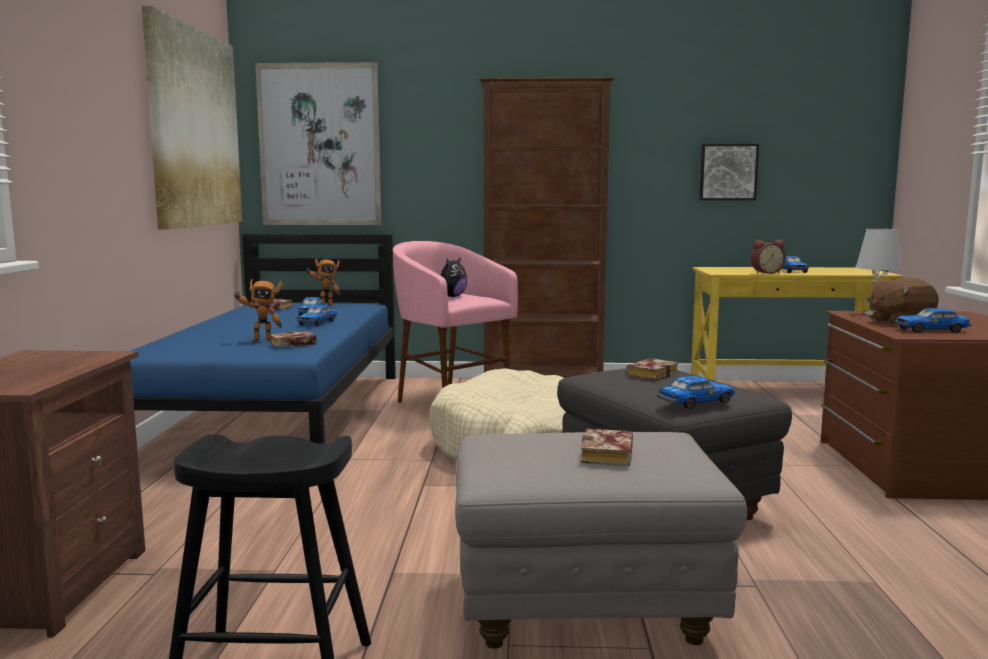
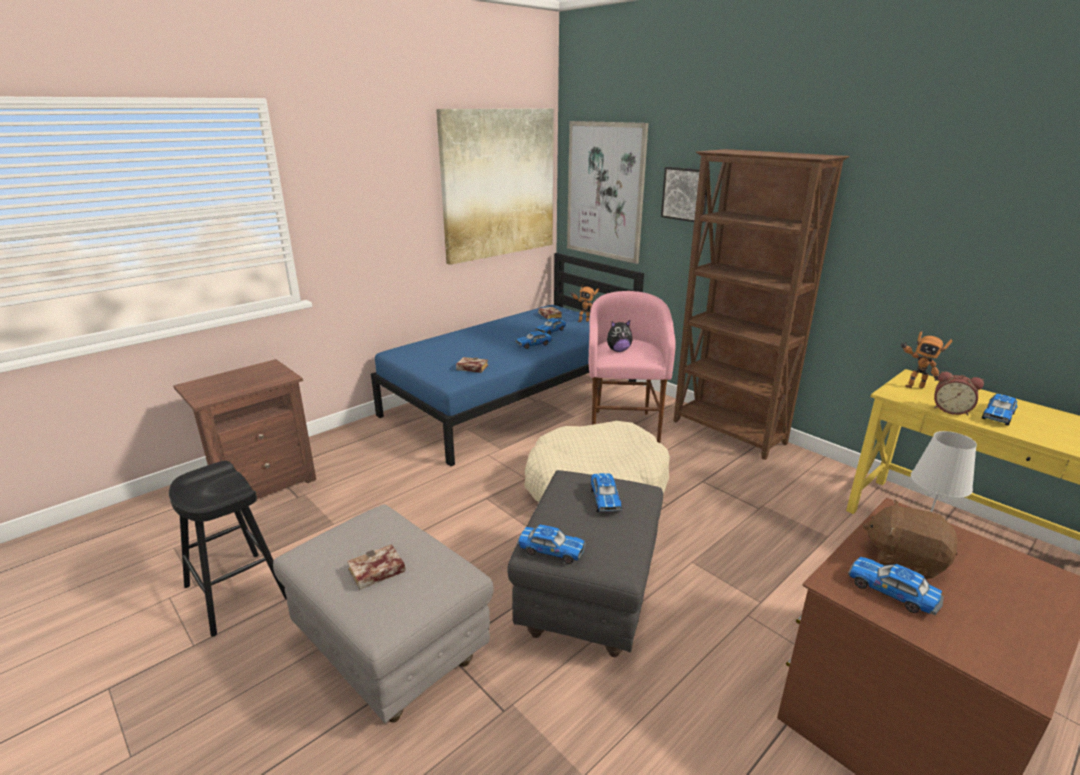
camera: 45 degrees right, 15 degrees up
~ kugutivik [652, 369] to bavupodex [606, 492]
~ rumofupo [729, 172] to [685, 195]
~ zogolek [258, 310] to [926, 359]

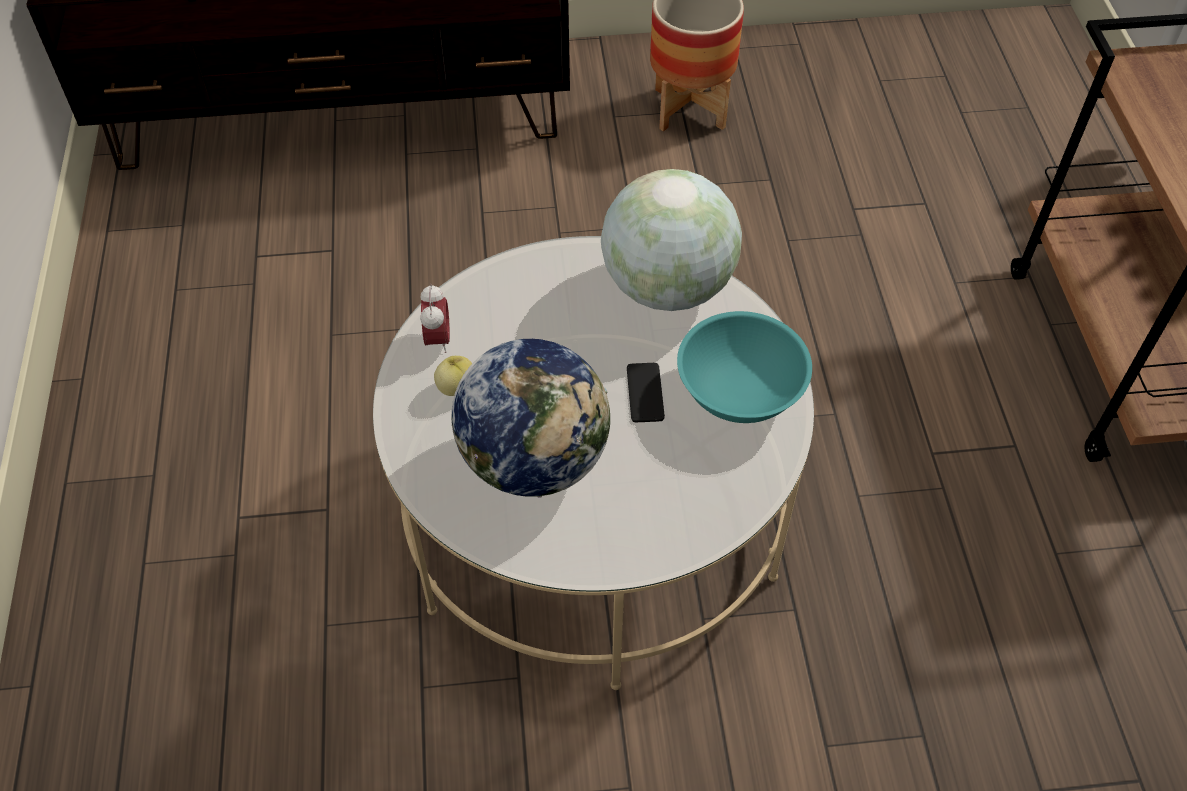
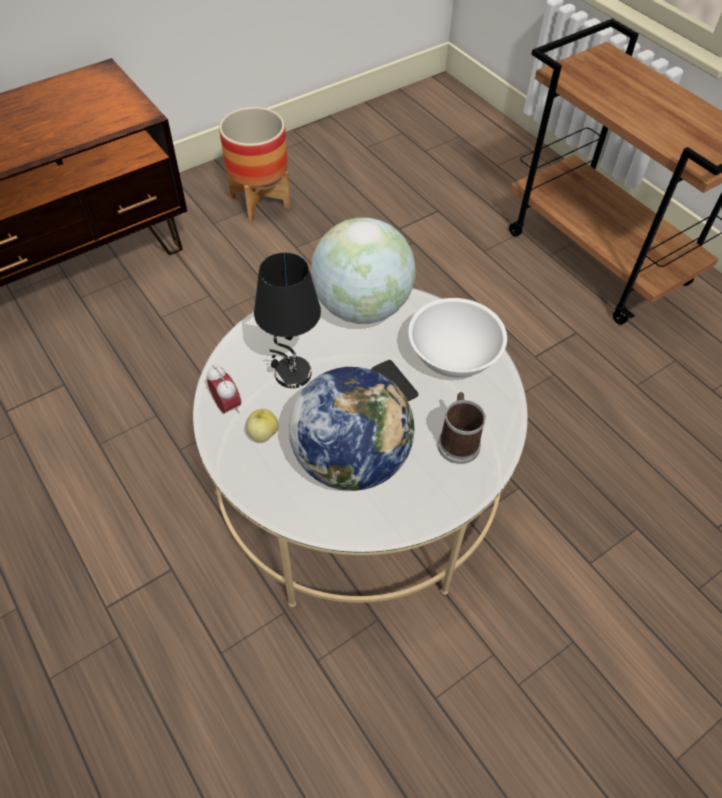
camera: 30 degrees left, 0 degrees up
+ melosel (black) [287, 320]
~ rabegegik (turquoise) [744, 367] to rabegegik (white) [457, 338]
+ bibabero [462, 428]

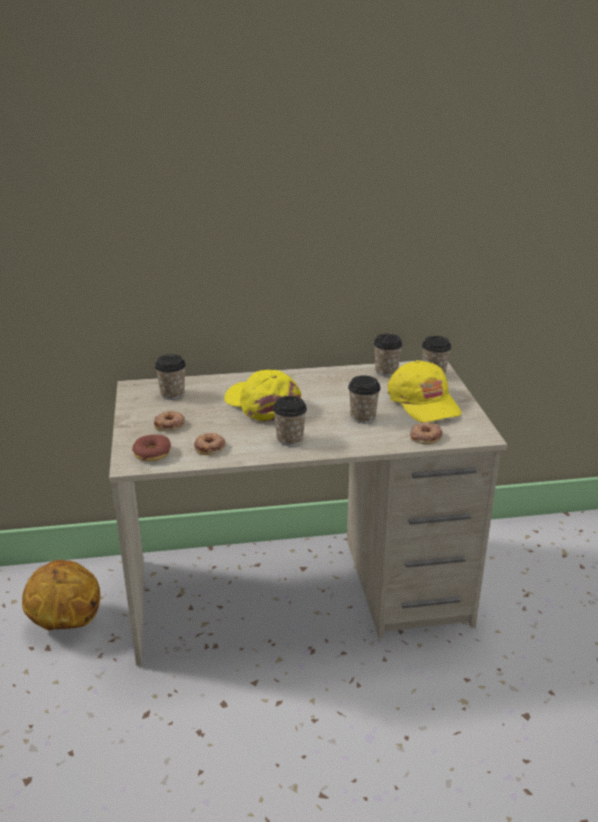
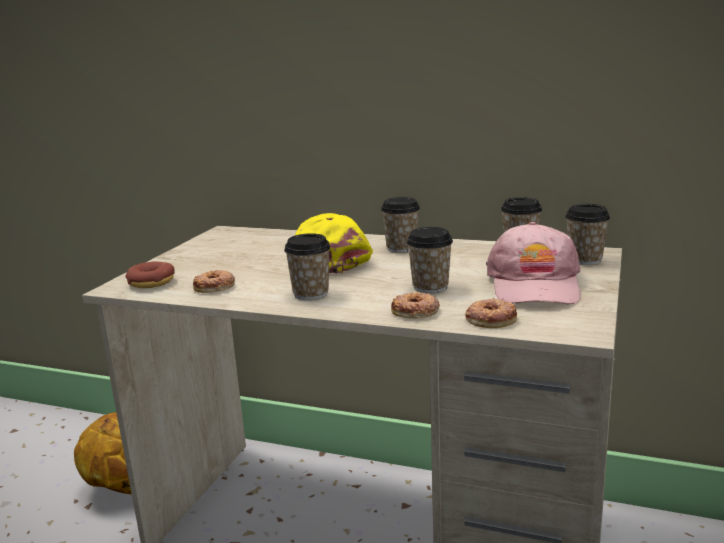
camera: 30 degrees right, 10 degrees down
~ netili [170, 377] to [400, 225]
~ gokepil [169, 421] to [415, 305]
~ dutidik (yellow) [424, 391] to dutidik (pink) [533, 263]

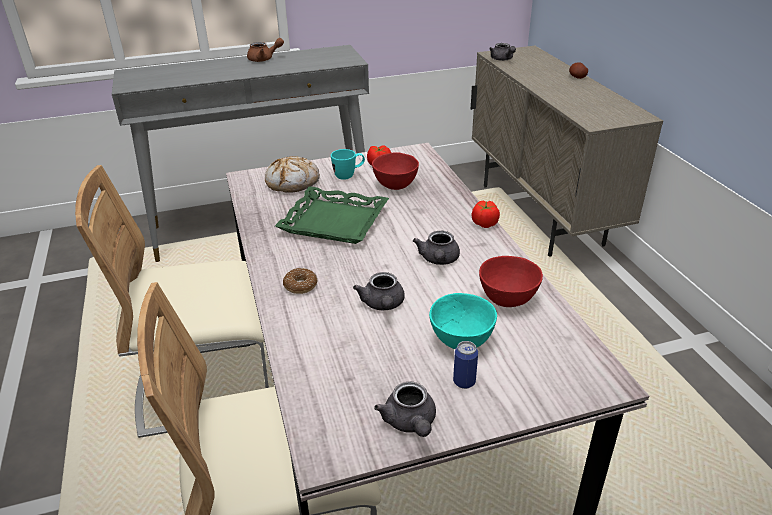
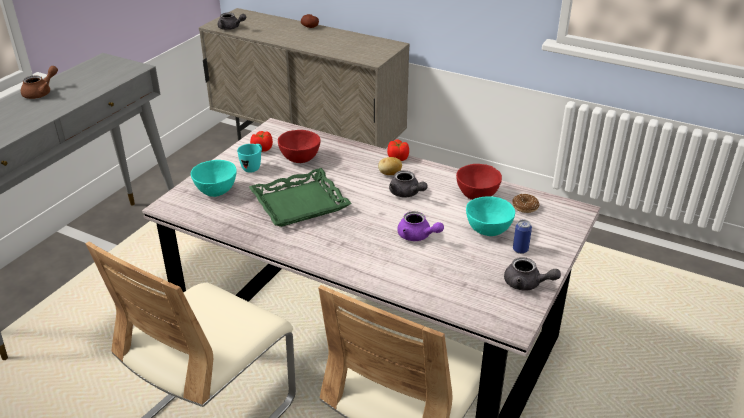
camera: 45 degrees left, 0 degrees up
~ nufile [292, 174] to rabegegik (turquoise) [214, 178]
+ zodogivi [390, 166]
~ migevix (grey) [379, 291] to migevix (purple) [420, 226]
~ gokepil [300, 281] to [525, 203]

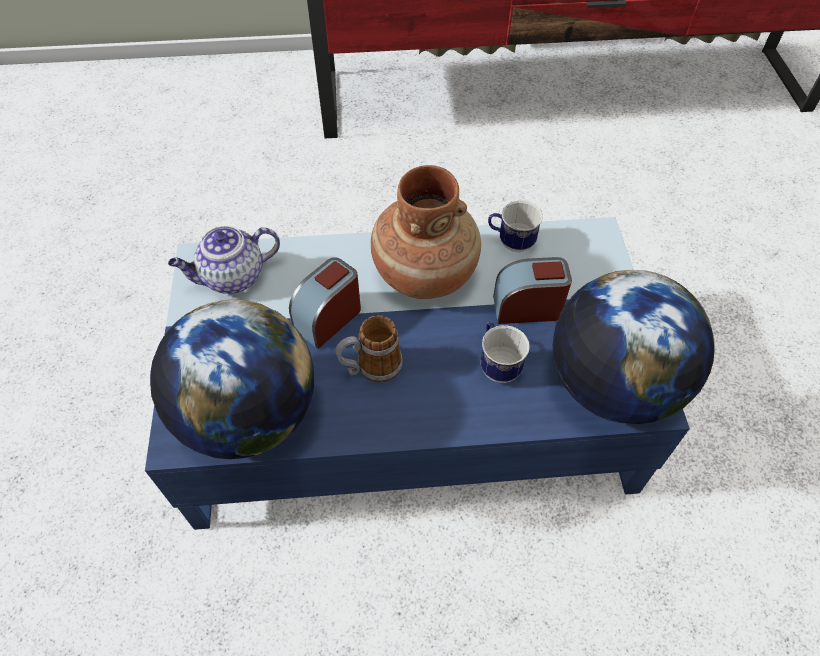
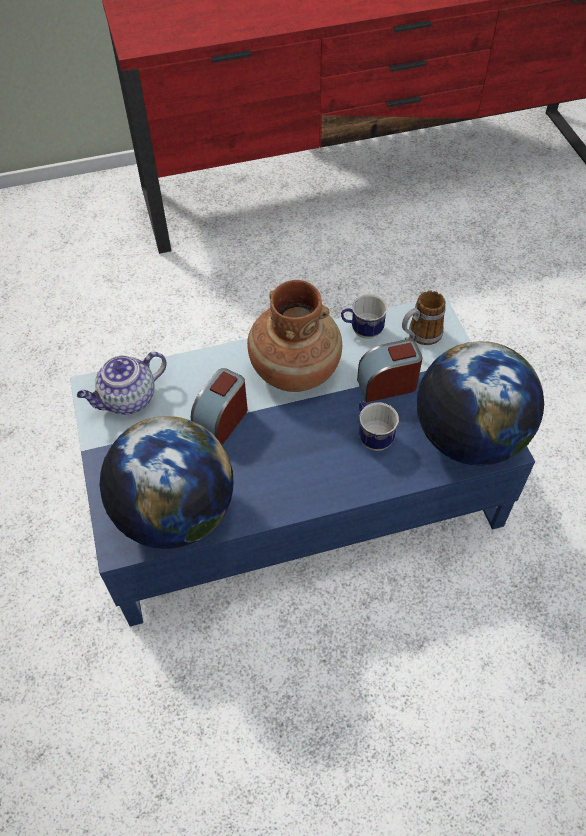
camera: 10 degrees left, 0 degrees up
~ bibabero [369, 349] to [424, 318]

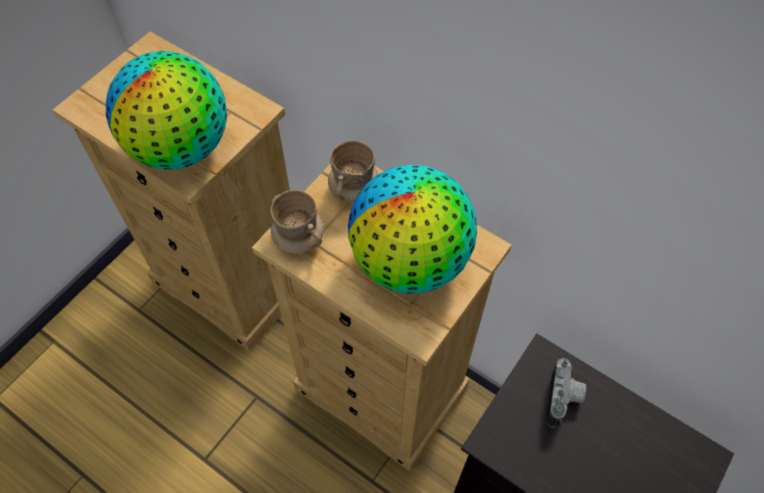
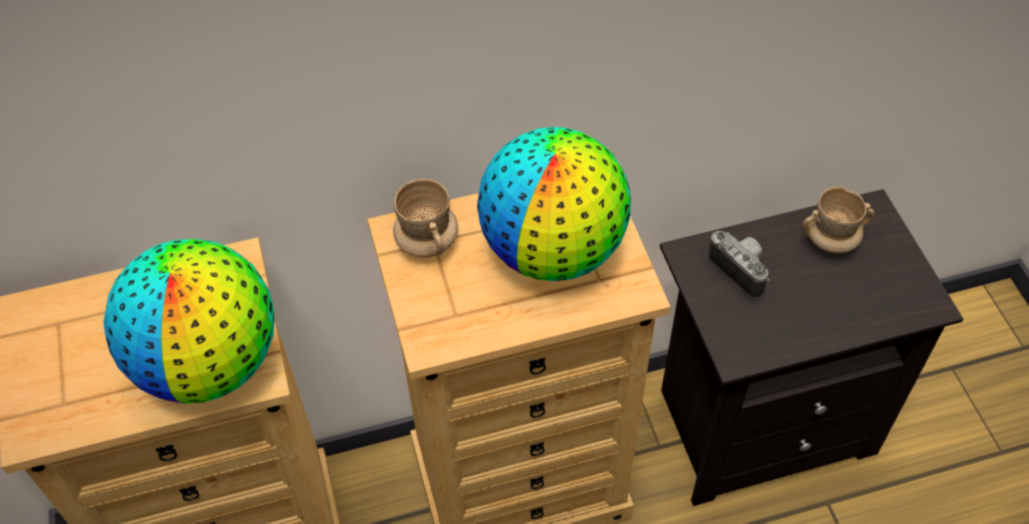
camera: 50 degrees left, 5 degrees down
~ bibabero (beige) [297, 222] to [838, 220]

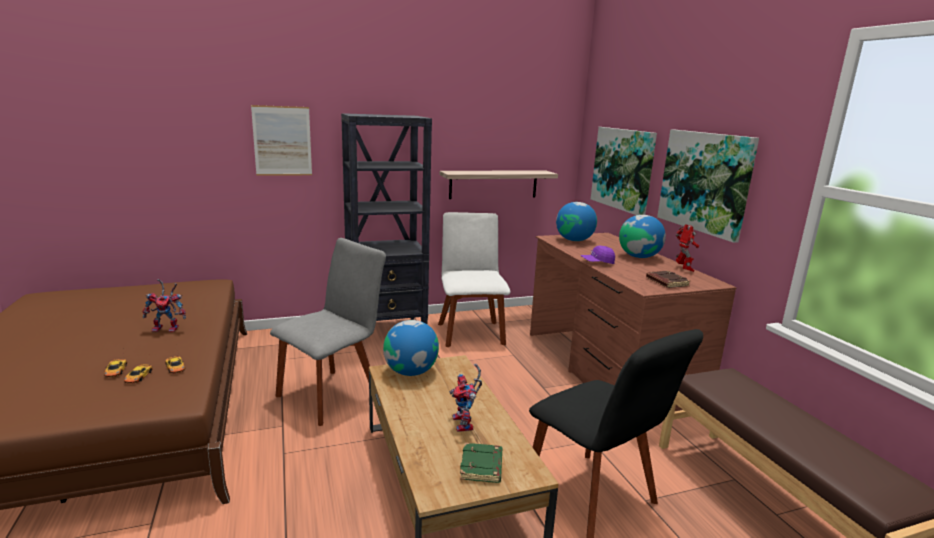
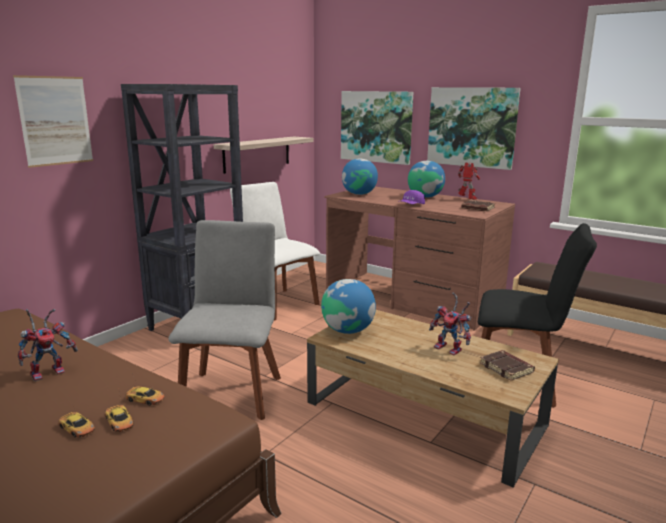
camera: 35 degrees left, 0 degrees up
~ kugutivik (green) [481, 463] to kugutivik (brown) [507, 365]

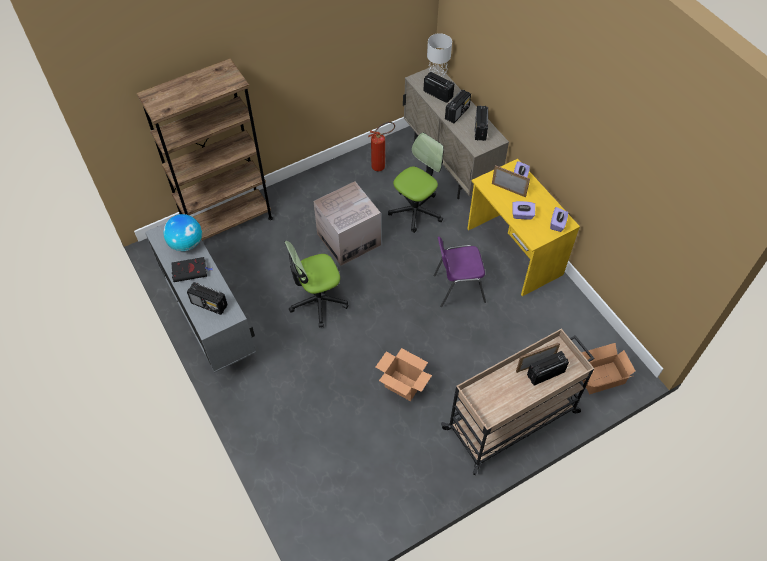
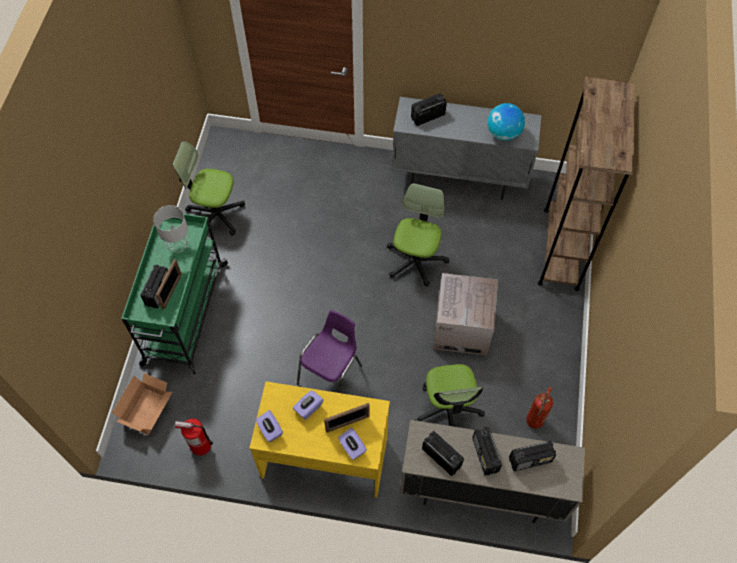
camera: 130 degrees right, 5 degrees up
~ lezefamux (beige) [517, 401] to lezefamux (green) [174, 294]
~ melosel (grey) [439, 55] to [171, 228]
+ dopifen [209, 188]
+ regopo [194, 437]
- kugutivik (black) [192, 269]
- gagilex [404, 374]

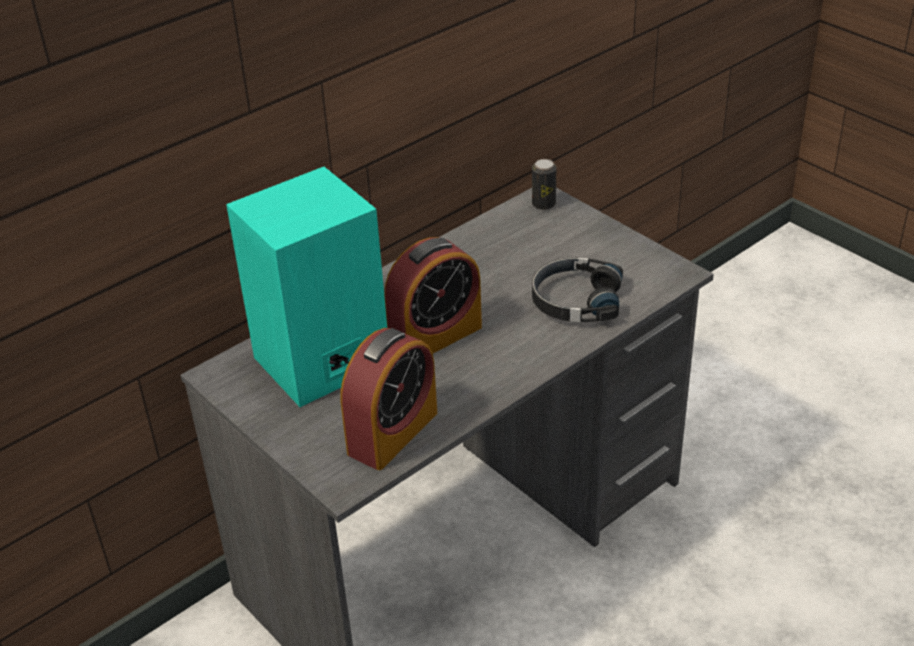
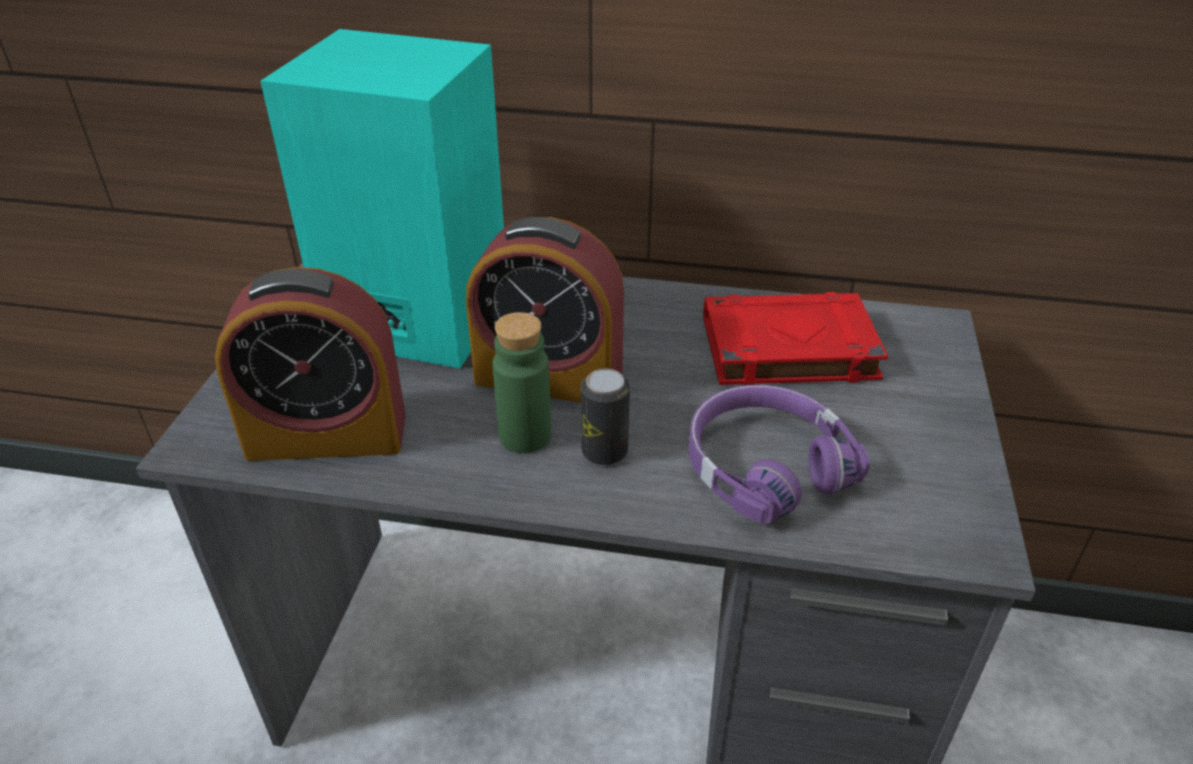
camera: 50 degrees right, 0 degrees up
+ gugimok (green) [522, 382]
~ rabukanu [544, 184] to [605, 417]
~ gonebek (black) [577, 290] to gonebek (purple) [779, 454]
+ kugutivik (red) [795, 338]

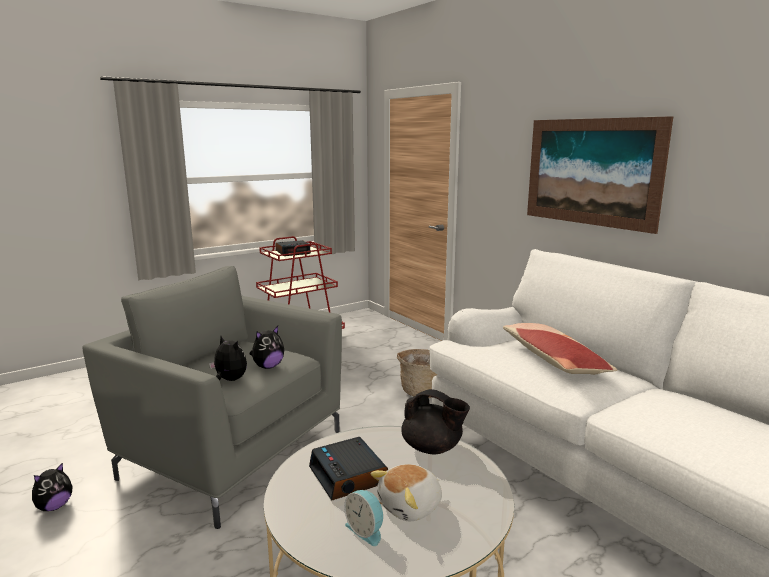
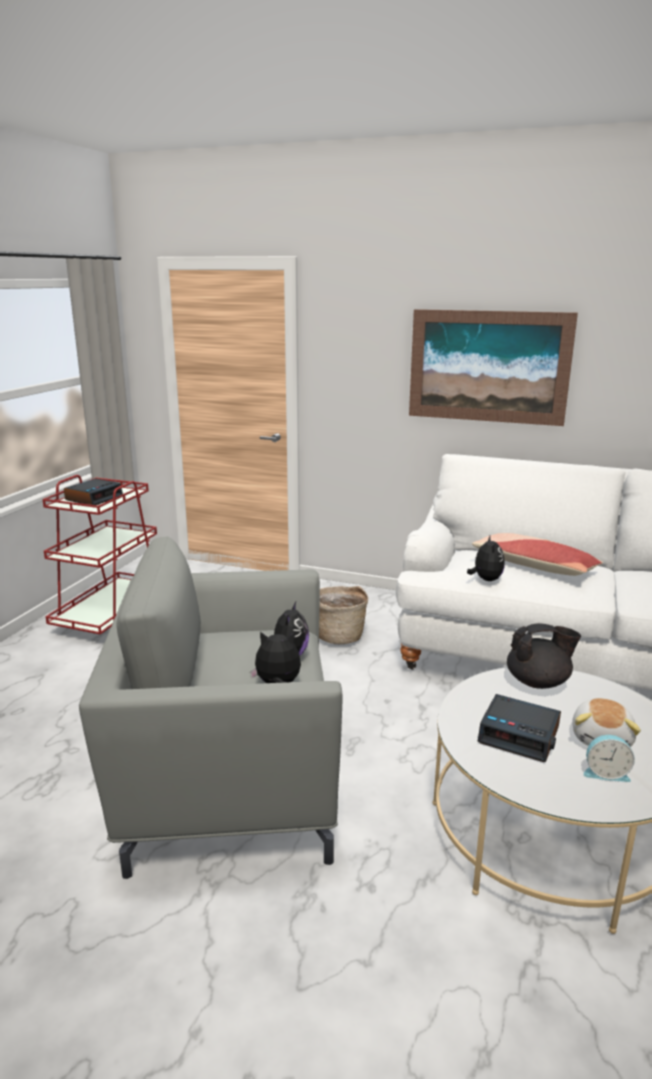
camera: 35 degrees left, 5 degrees up
~ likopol [52, 486] to [486, 557]

